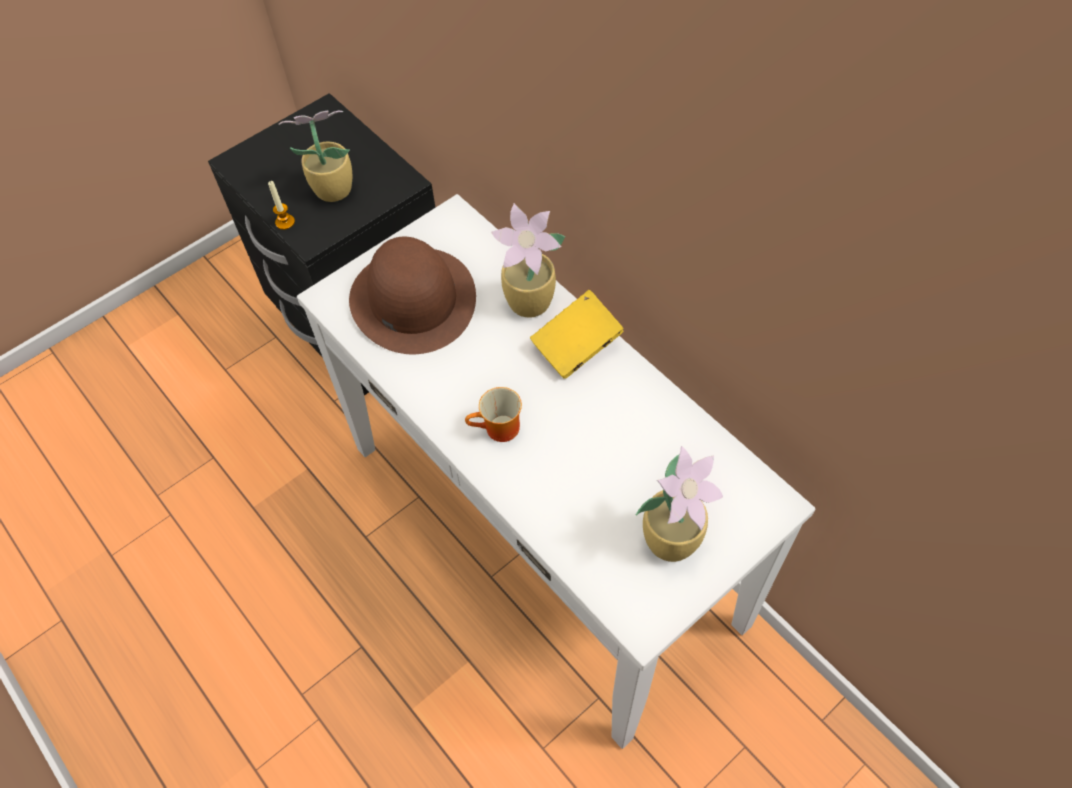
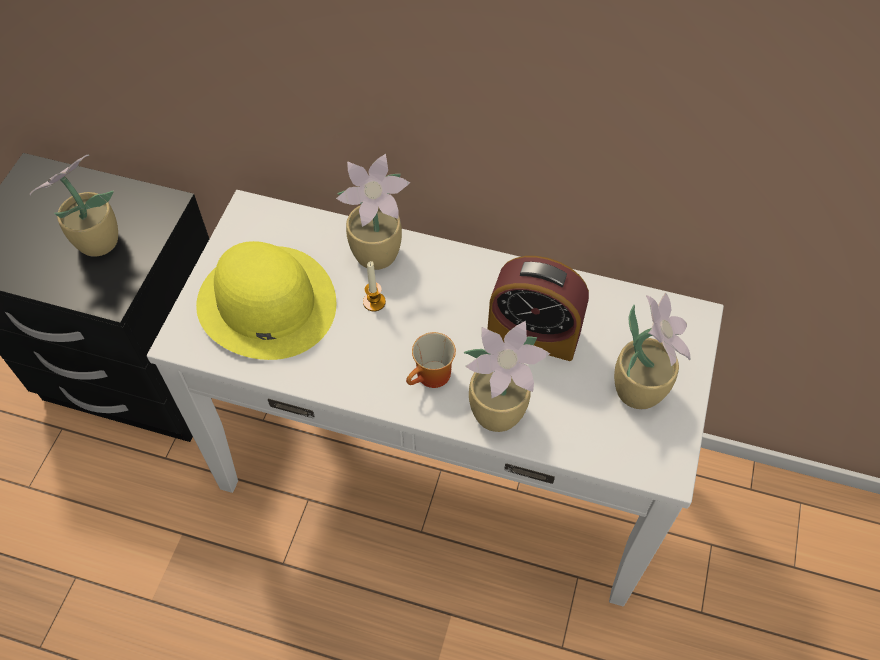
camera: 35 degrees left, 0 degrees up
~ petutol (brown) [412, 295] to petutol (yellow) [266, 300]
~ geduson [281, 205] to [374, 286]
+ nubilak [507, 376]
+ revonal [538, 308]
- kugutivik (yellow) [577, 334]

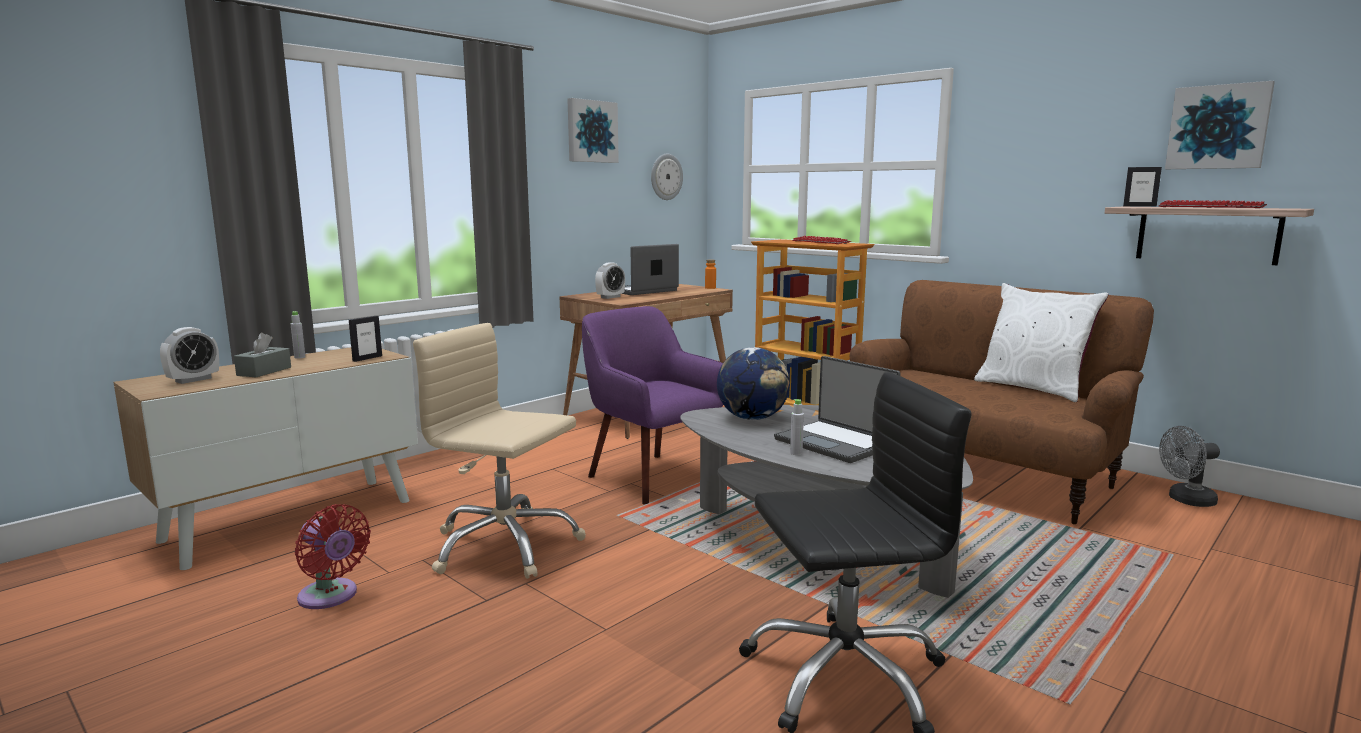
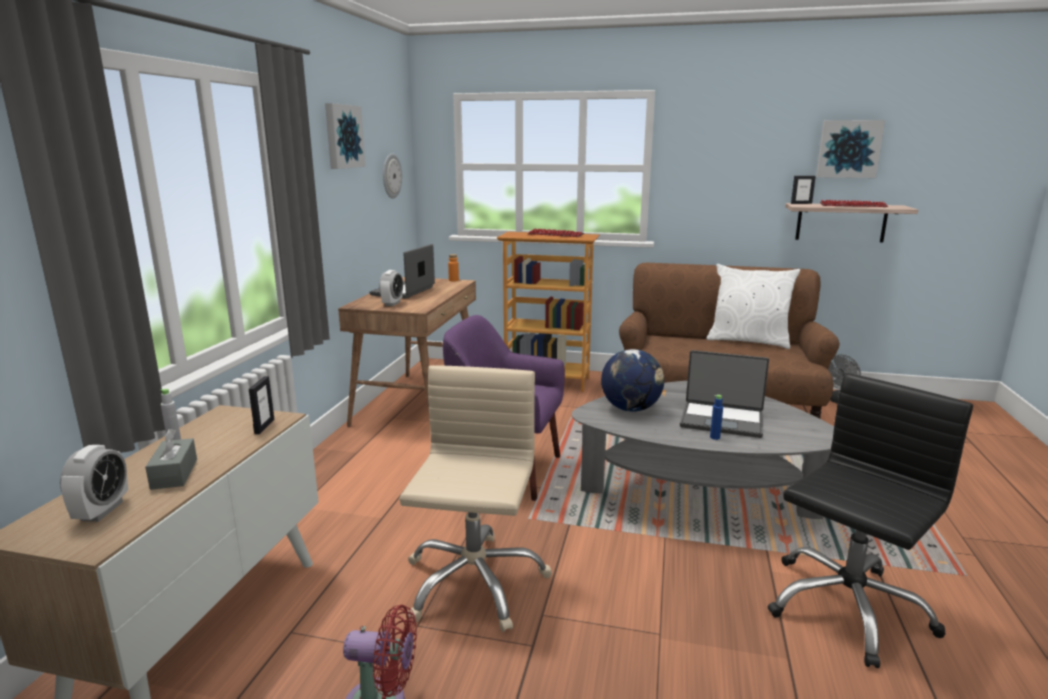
camera: 30 degrees left, 5 degrees up
~ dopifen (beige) [499, 451] = [475, 498] 105 degrees clockwise
~ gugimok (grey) [797, 427] to gugimok (blue) [716, 417]

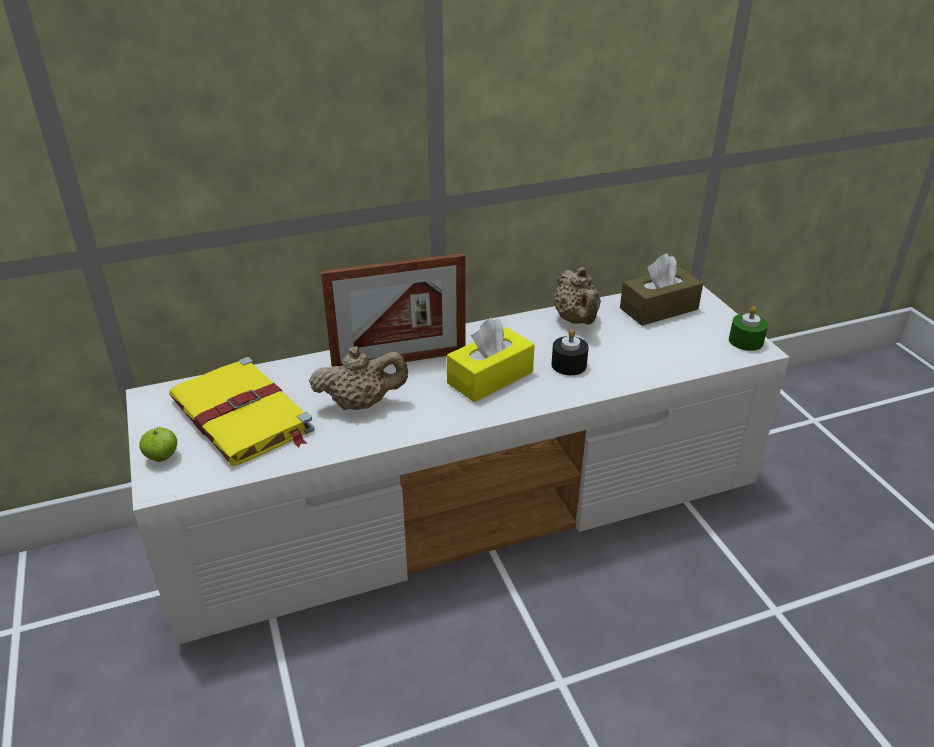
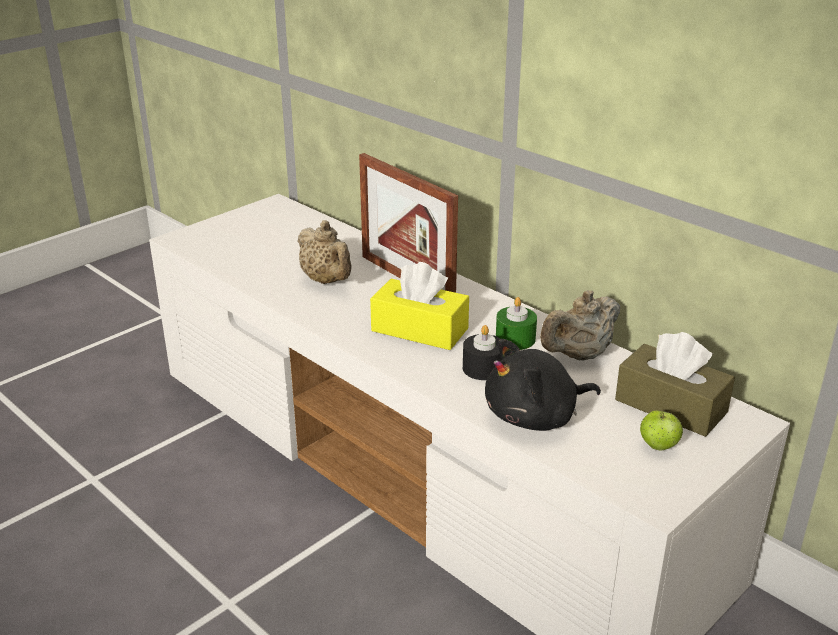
camera: 65 degrees right, 5 degrees down
+ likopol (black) [543, 385]
~ geduson (green) [748, 328] to [516, 323]
~ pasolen [158, 444] to [661, 430]
- kugutivik (yellow) [241, 411]

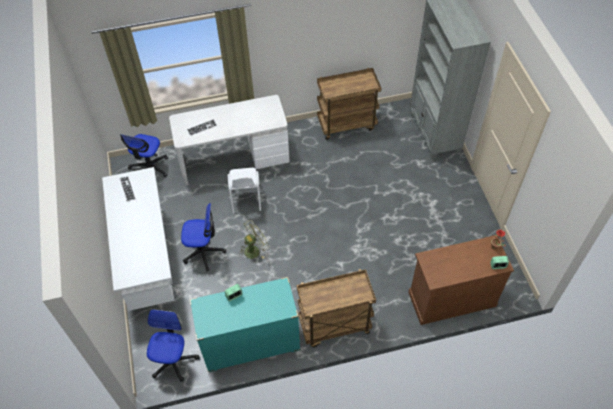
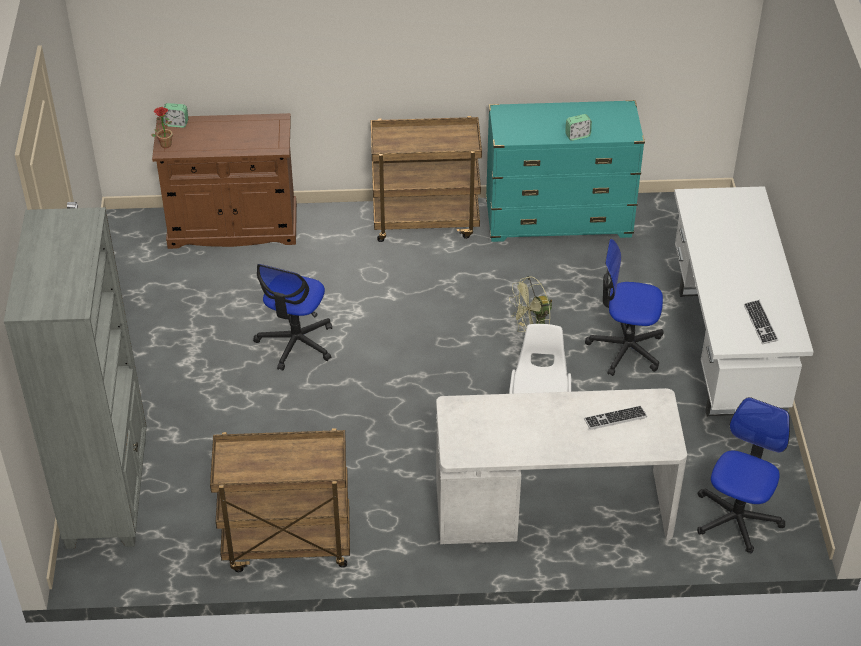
camera: 170 degrees left, 10 degrees down
~ dopifen [173, 345] to [292, 317]

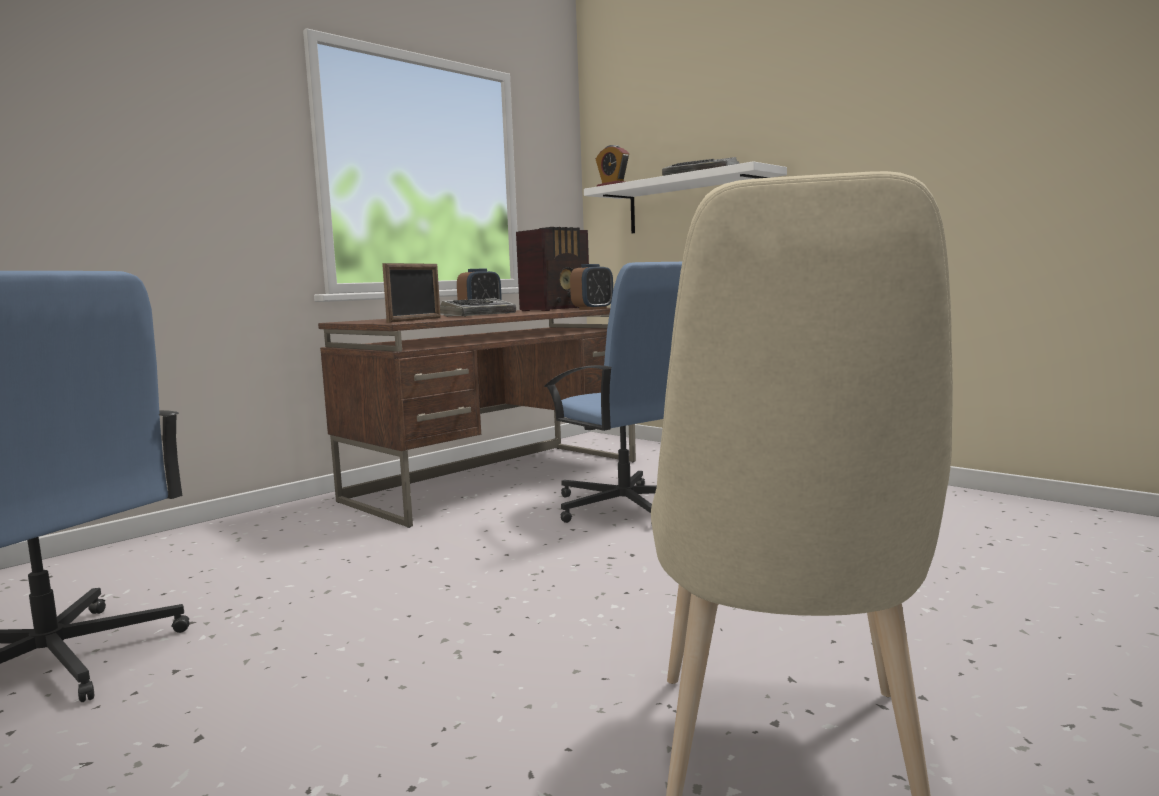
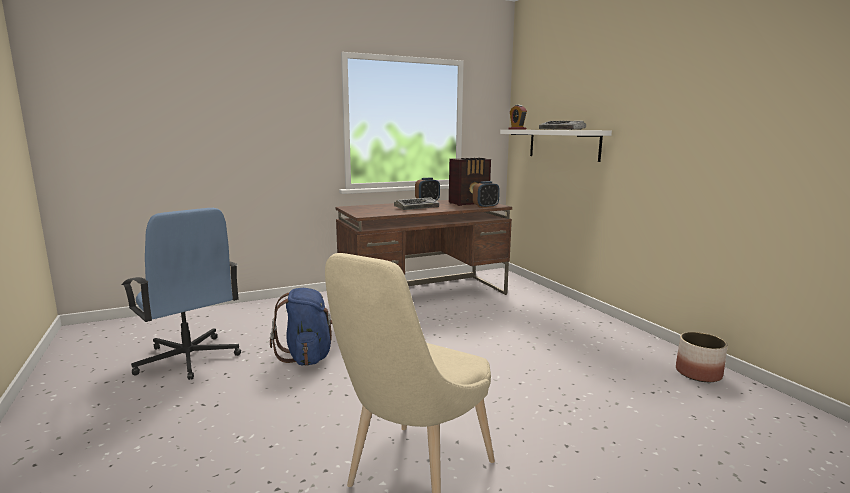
camera: 20 degrees right, 5 degrees up
+ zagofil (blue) [301, 327]
+ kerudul [702, 357]
- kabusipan [411, 293]
- dopifen (blue) [613, 393]

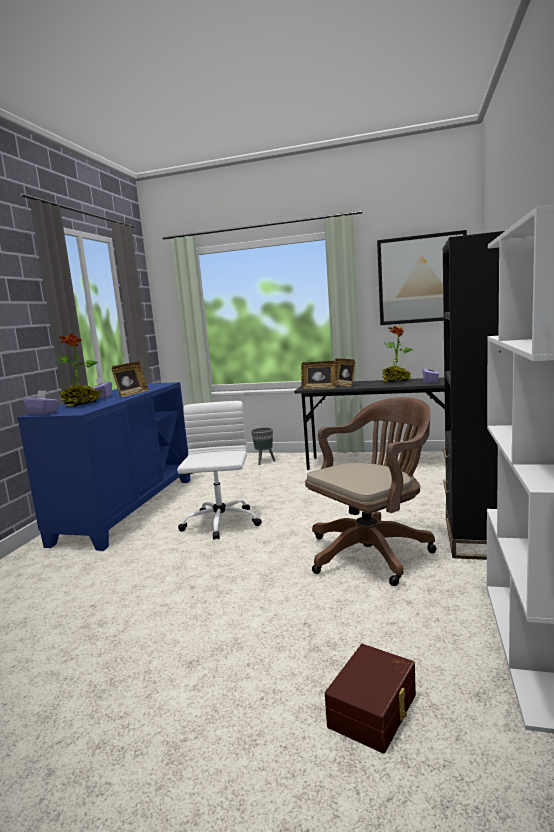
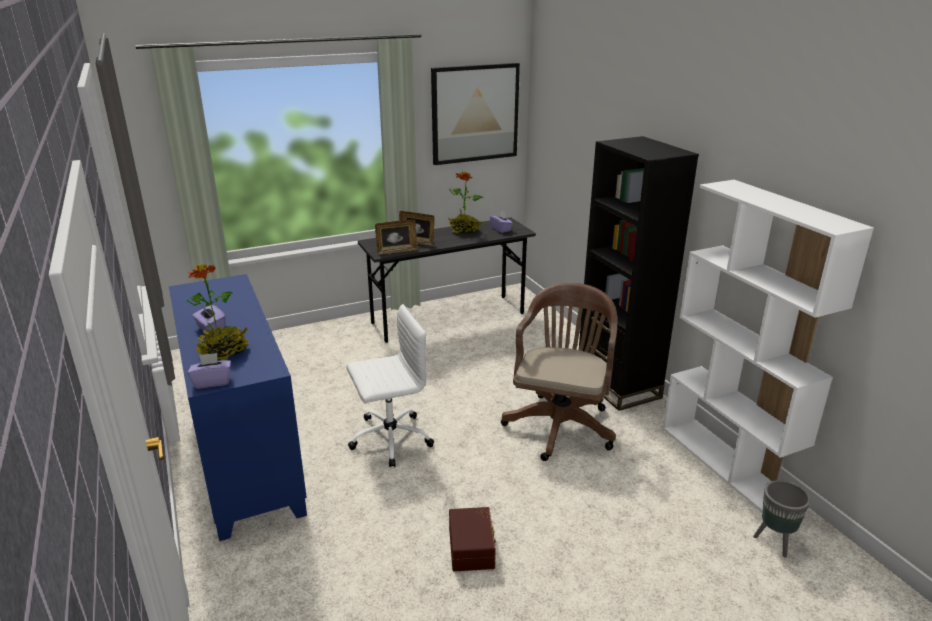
camera: 40 degrees left, 15 degrees up
~ dopifen (white) [219, 470] = [390, 385] 105 degrees clockwise
~ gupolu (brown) [370, 698] to [472, 539]
~ kerudul (grey) [263, 446] to [782, 519]
- kabusipan [130, 379]

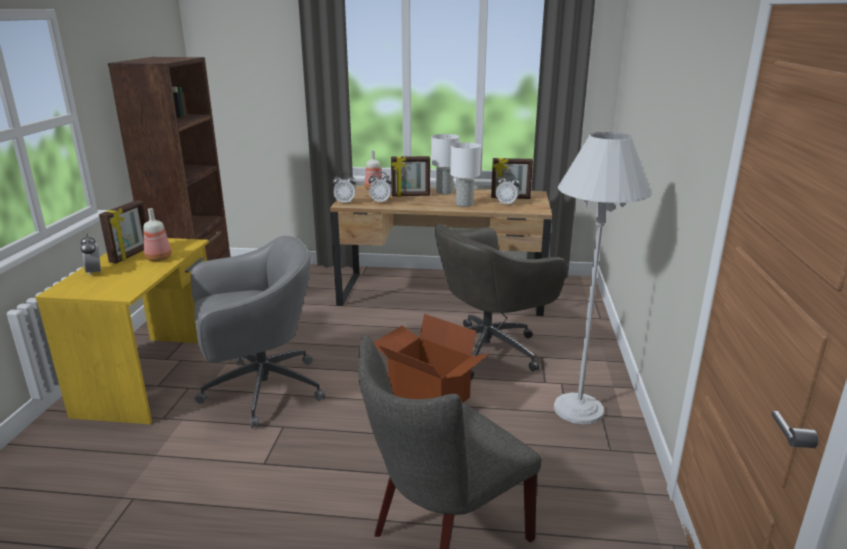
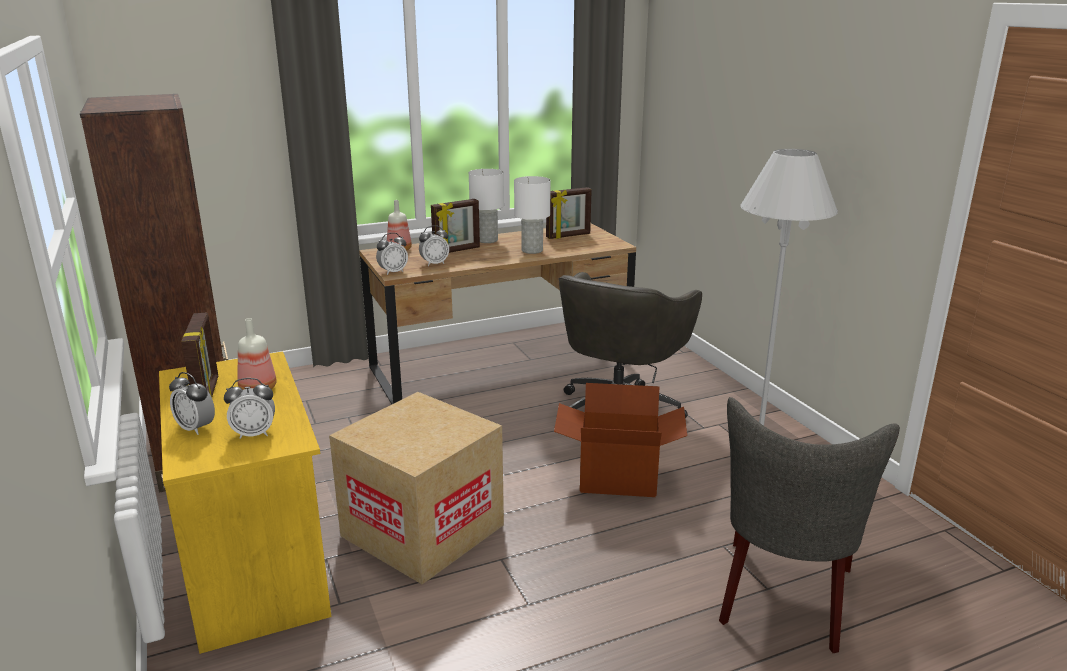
camera: 30 degrees left, 0 degrees up
~ revonal [508, 190] to [249, 408]
~ dopifen (grey) [257, 332] to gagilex [416, 488]

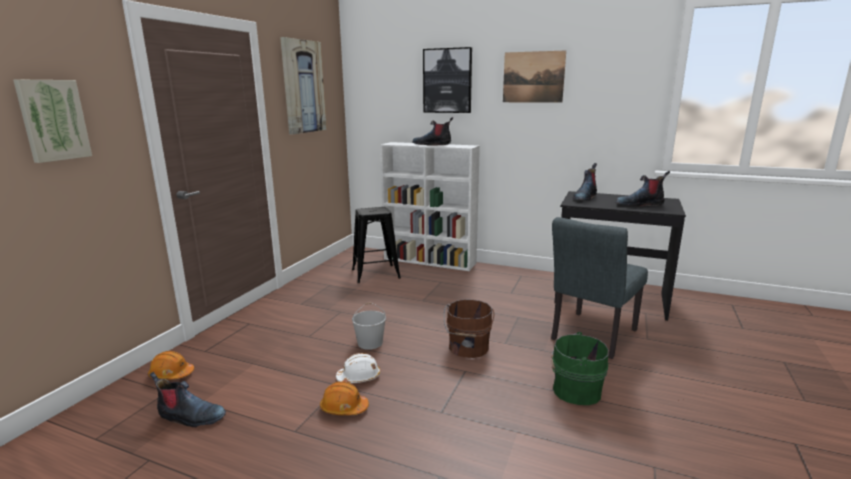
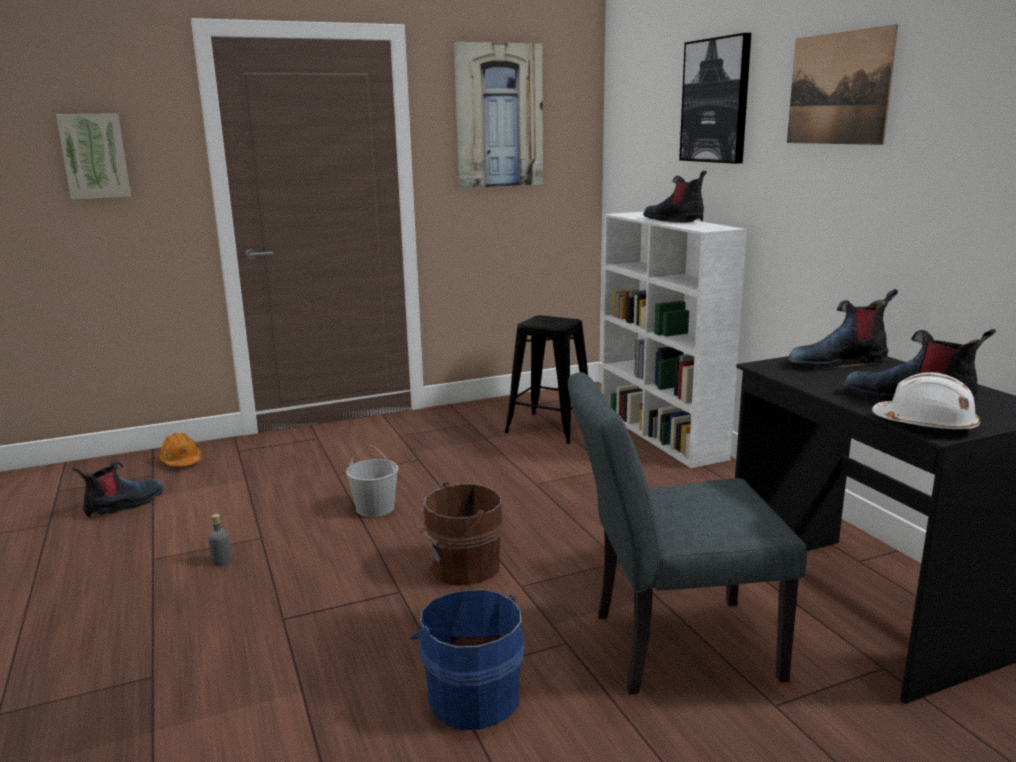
camera: 45 degrees right, 0 degrees up
~ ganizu [188, 399] = [117, 489] 105 degrees counterclockwise
~ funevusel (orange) [344, 398] to gugimok (grey) [220, 540]
~ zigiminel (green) [580, 368] to zigiminel (blue) [467, 659]
~ funevusel (white) [358, 368] to [926, 403]

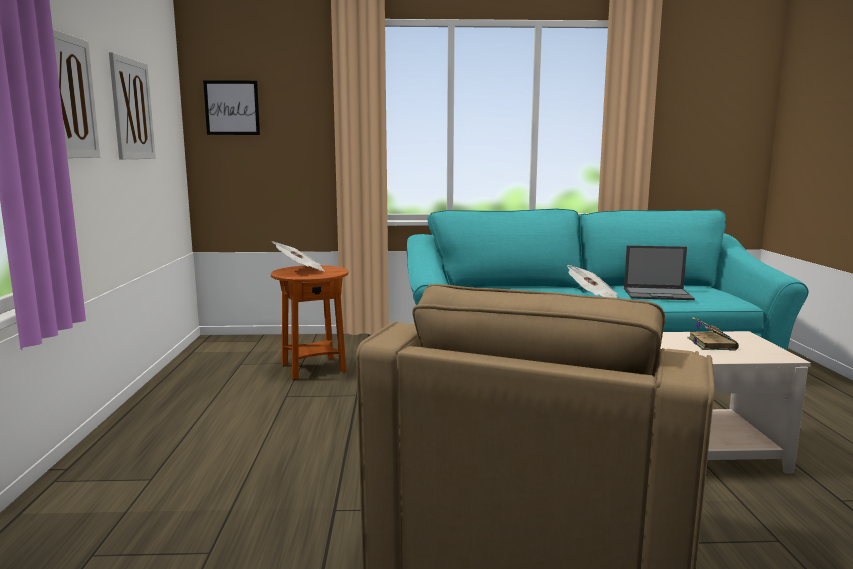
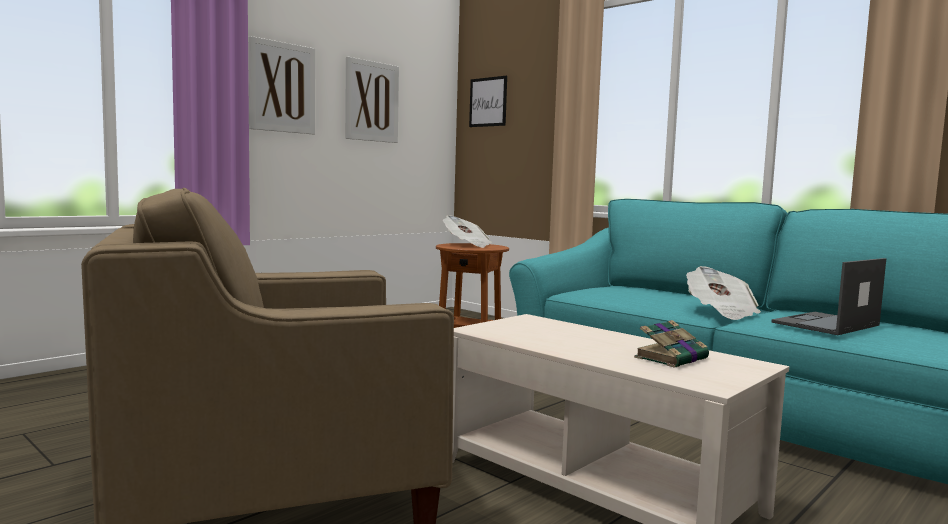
camera: 45 degrees right, 5 degrees down
~ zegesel [659, 272] = [828, 296] 90 degrees clockwise

